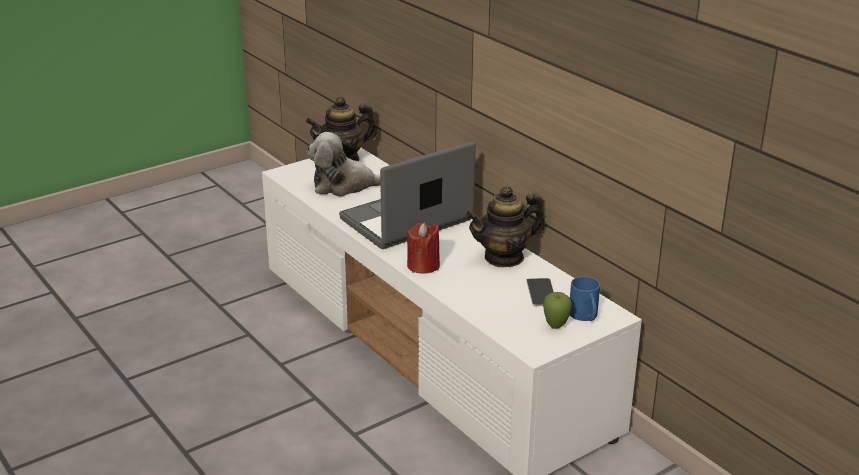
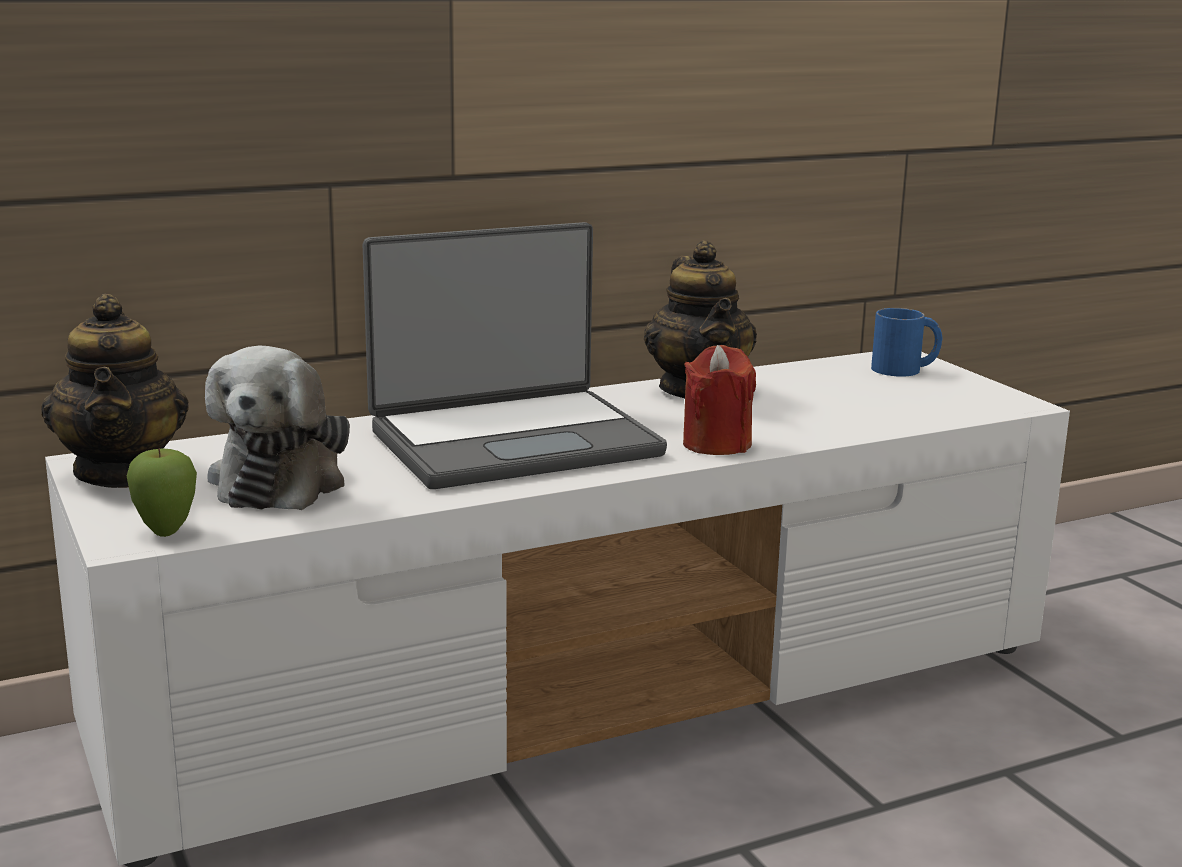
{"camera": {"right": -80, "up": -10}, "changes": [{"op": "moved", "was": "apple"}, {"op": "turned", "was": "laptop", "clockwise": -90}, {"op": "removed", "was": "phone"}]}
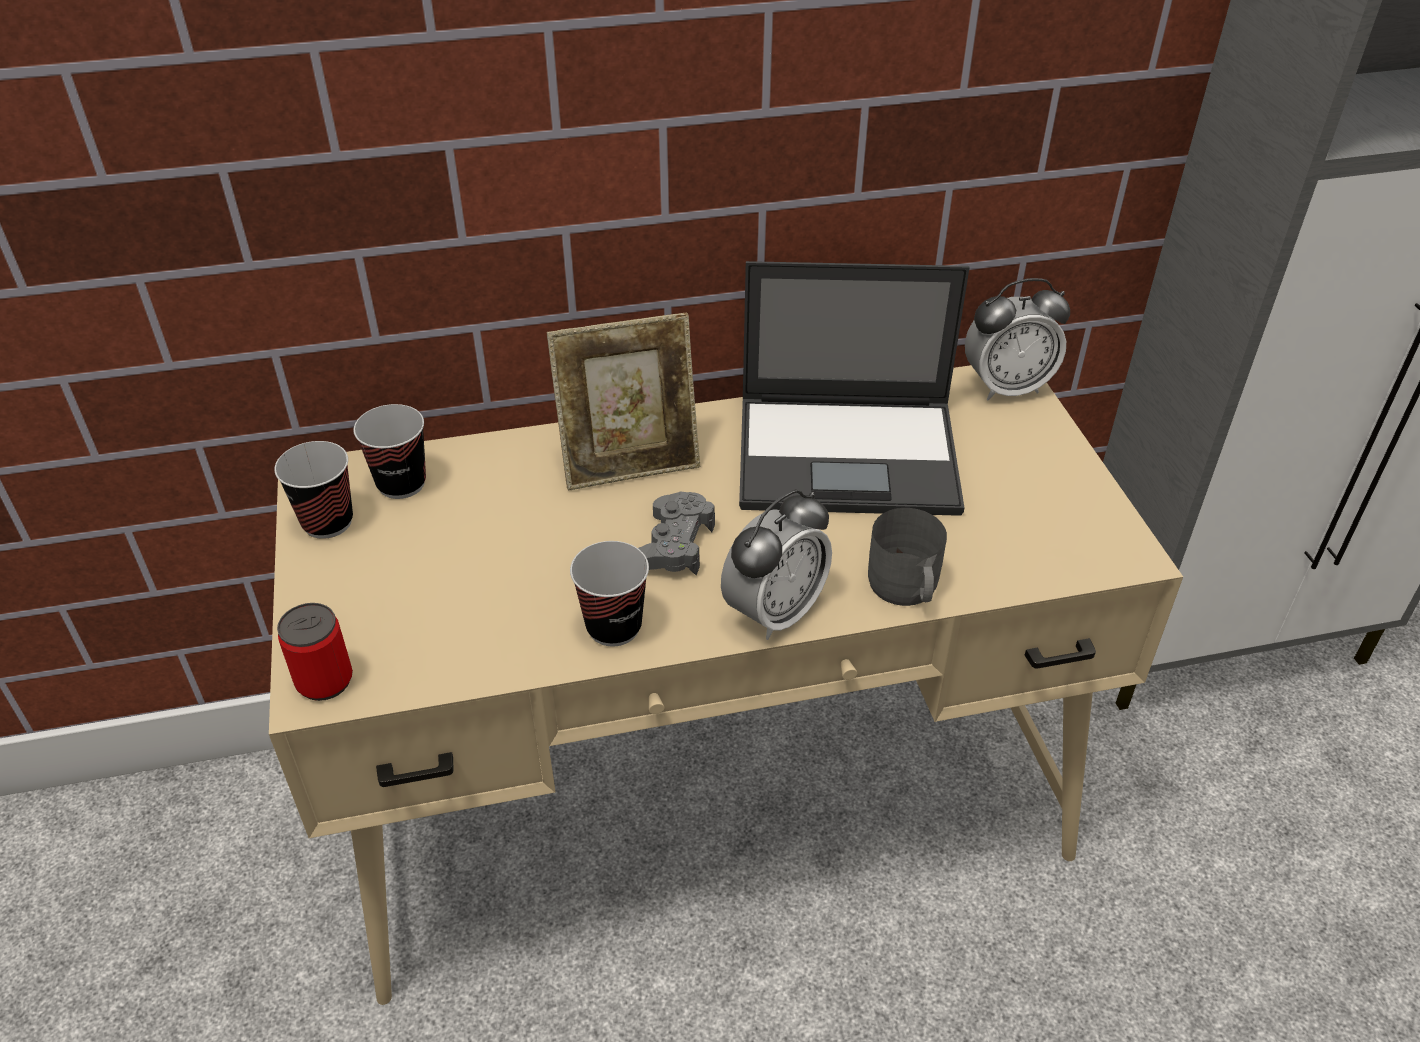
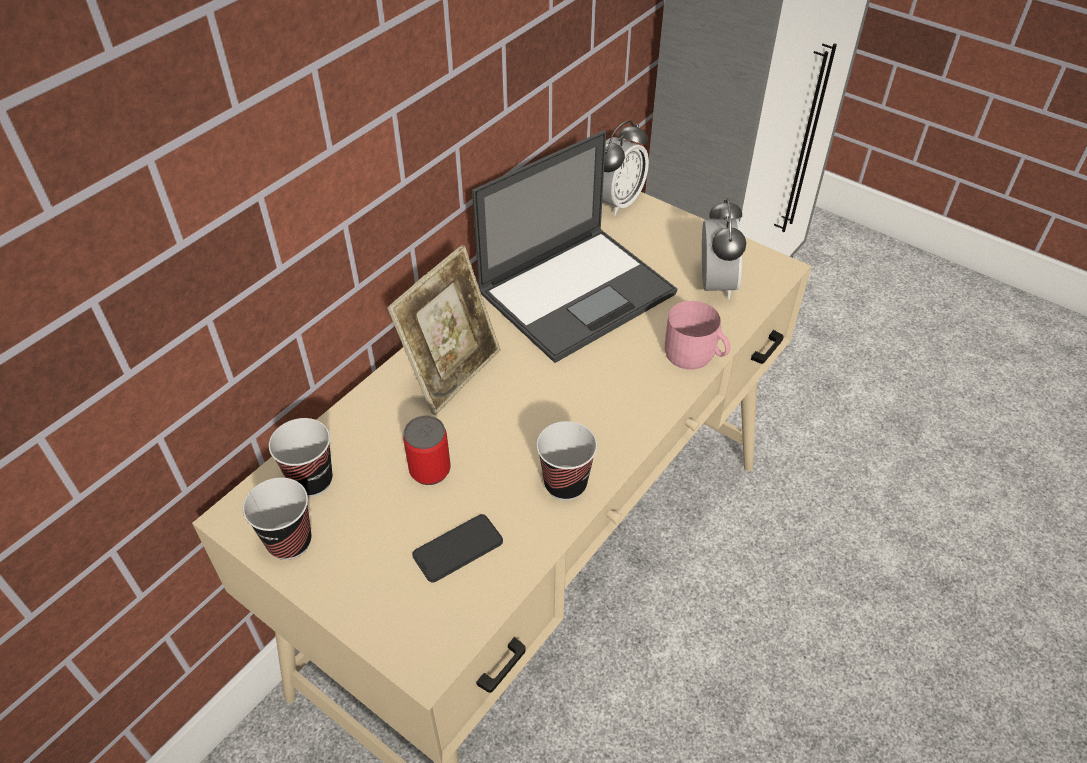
{"camera": {"right": -40, "up": 5}, "changes": [{"op": "moved", "was": "can"}, {"op": "added", "now": "phone"}, {"op": "recoloured", "was": "grey_mug", "now": "pink_mug"}, {"op": "moved", "was": "alarm_clock (1st from left in the first image)", "now": "alarm_clock (2nd from left)"}, {"op": "removed", "was": "grey_game_controller"}]}
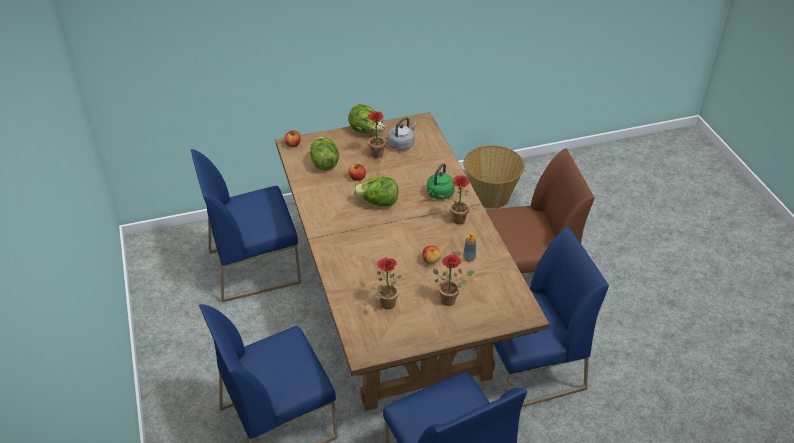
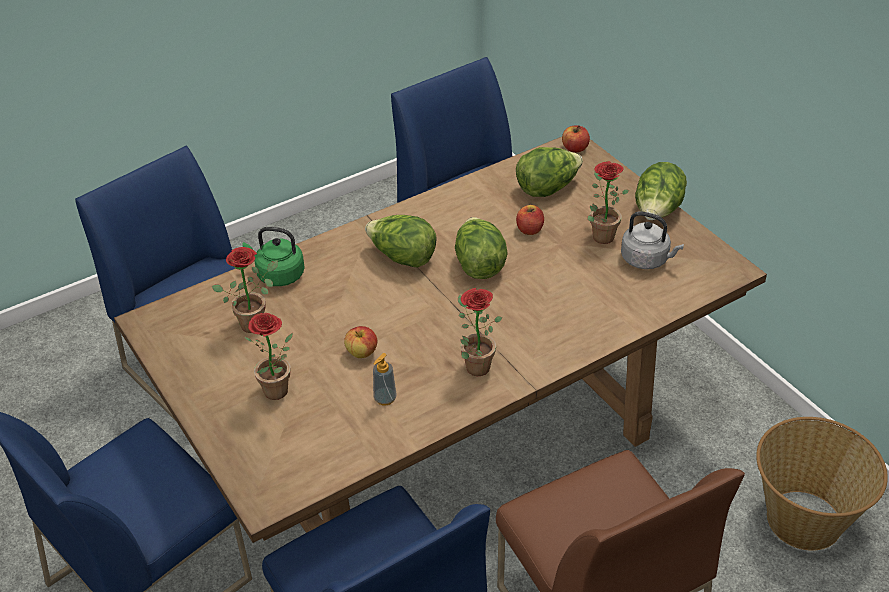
{"camera": {"right": 75, "up": 0}, "changes": [{"op": "moved", "was": "green_kettle"}, {"op": "added", "now": "lettuce (1st from left)"}]}
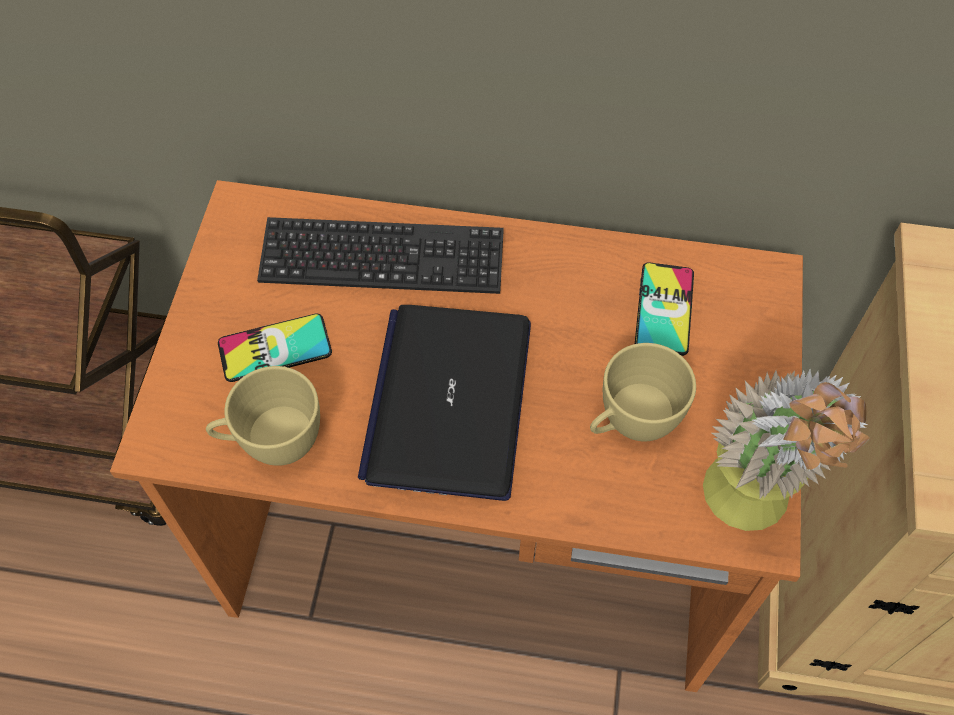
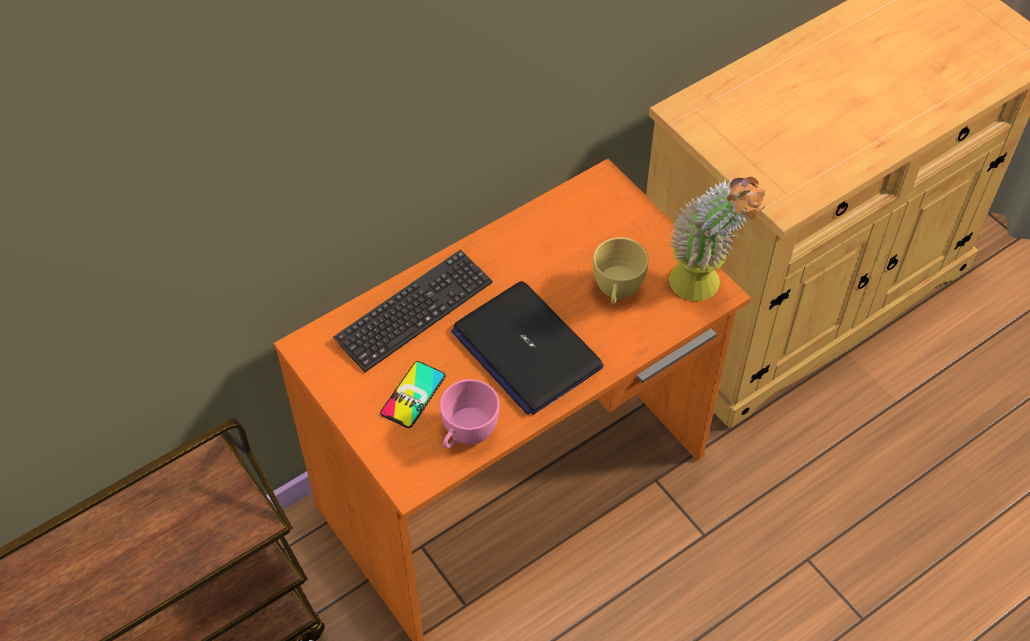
{"camera": {"right": -45, "up": -5}, "changes": [{"op": "recoloured", "was": "yellow_cup (1st from left)", "now": "pink_cup"}, {"op": "removed", "was": "phone (2nd from left)"}]}
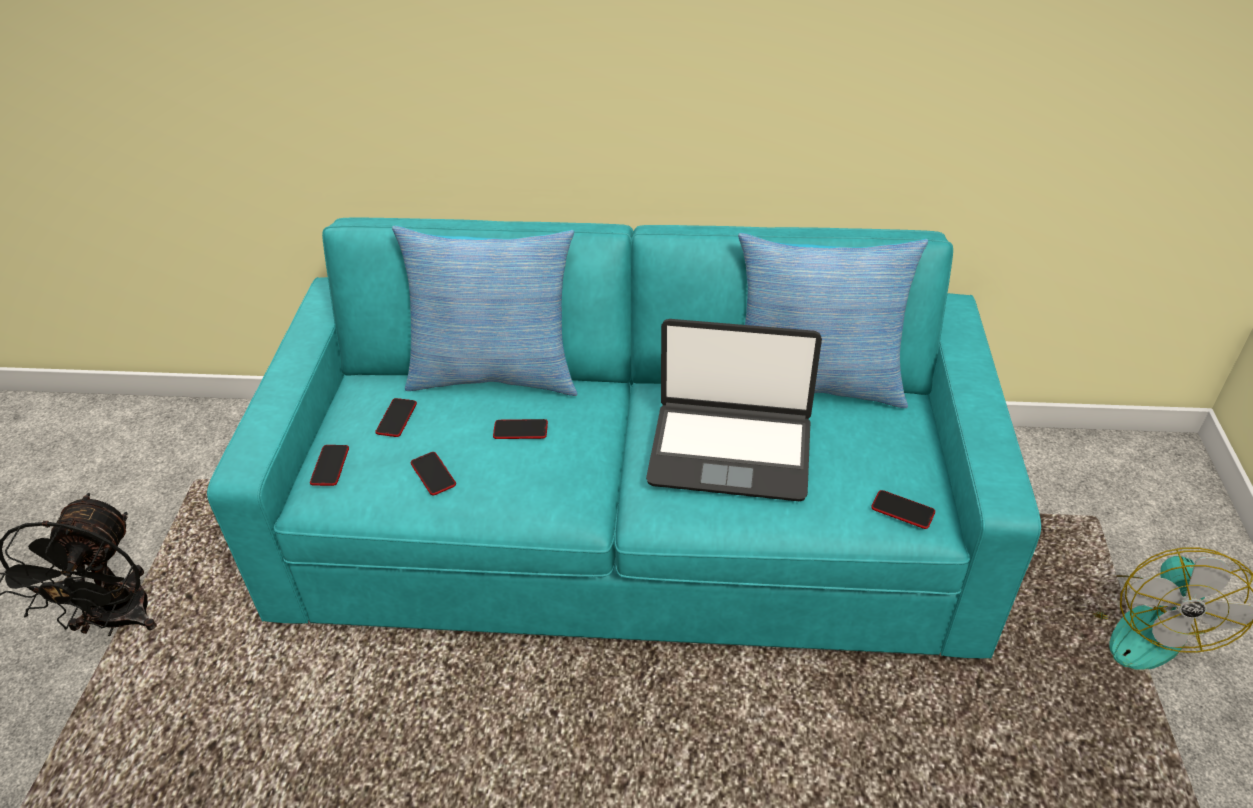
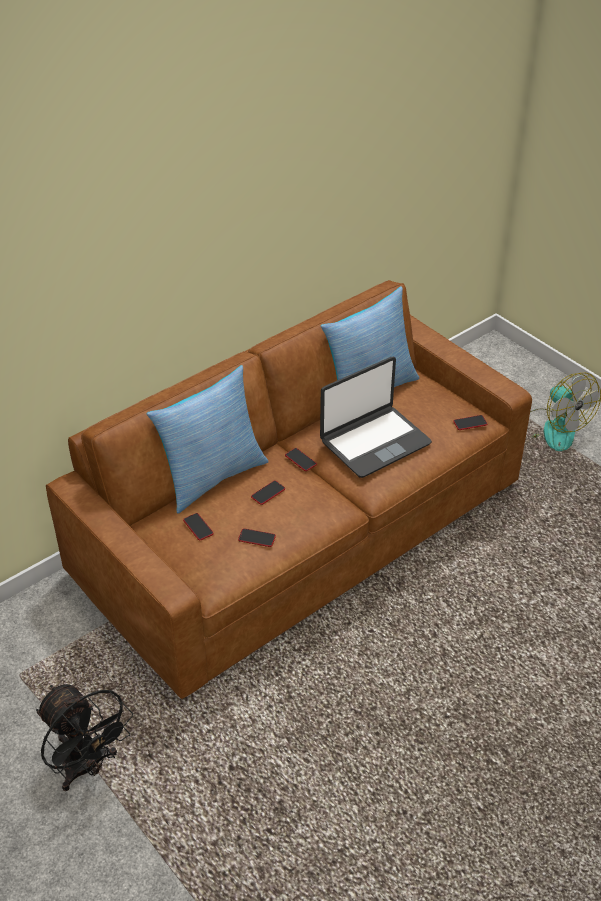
{"camera": {"right": -45, "up": 0}, "changes": [{"op": "recoloured", "was": "turquoise_sofa", "now": "brown_sofa"}, {"op": "moved", "was": "phone (1st from left in the first image)", "now": "phone (4th from left)"}]}
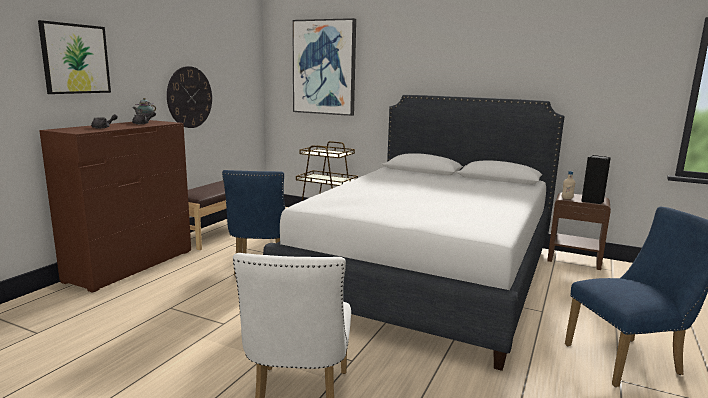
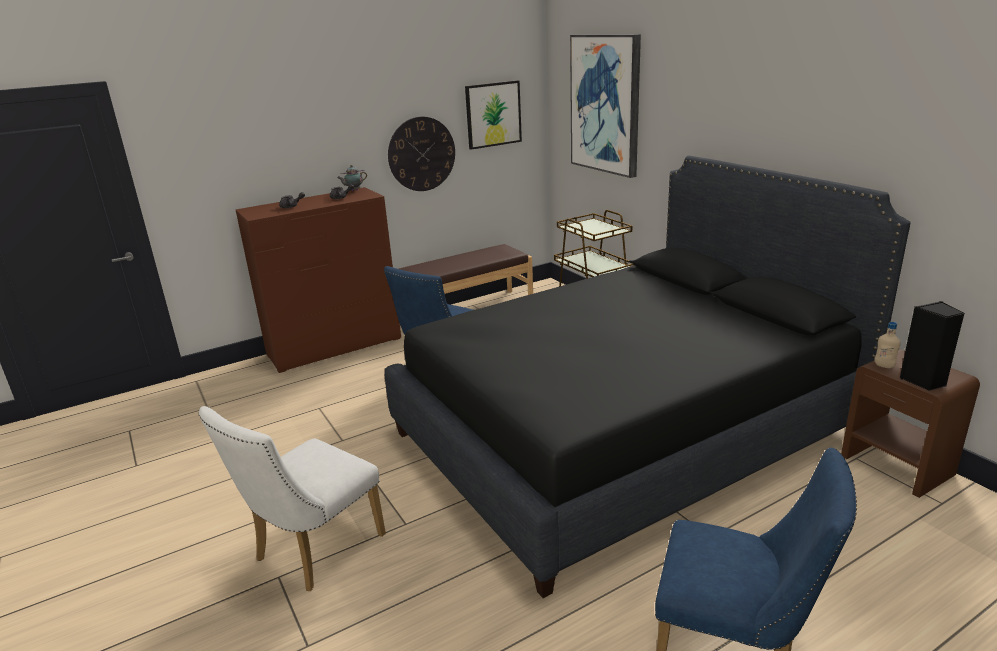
{"camera": {"right": 35, "up": 10}, "changes": [{"op": "recoloured", "was": "white_bed", "now": "black_bed"}, {"op": "moved", "was": "picture (1st from left)"}]}
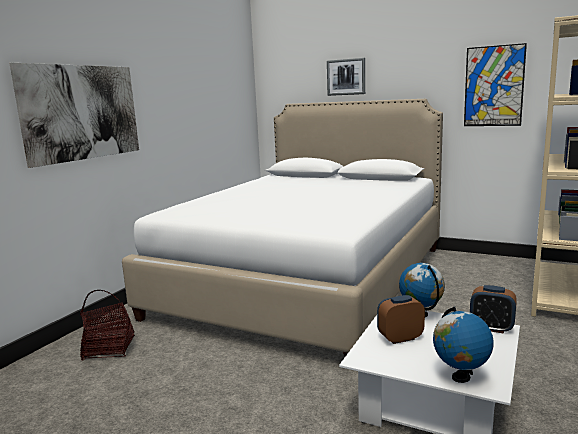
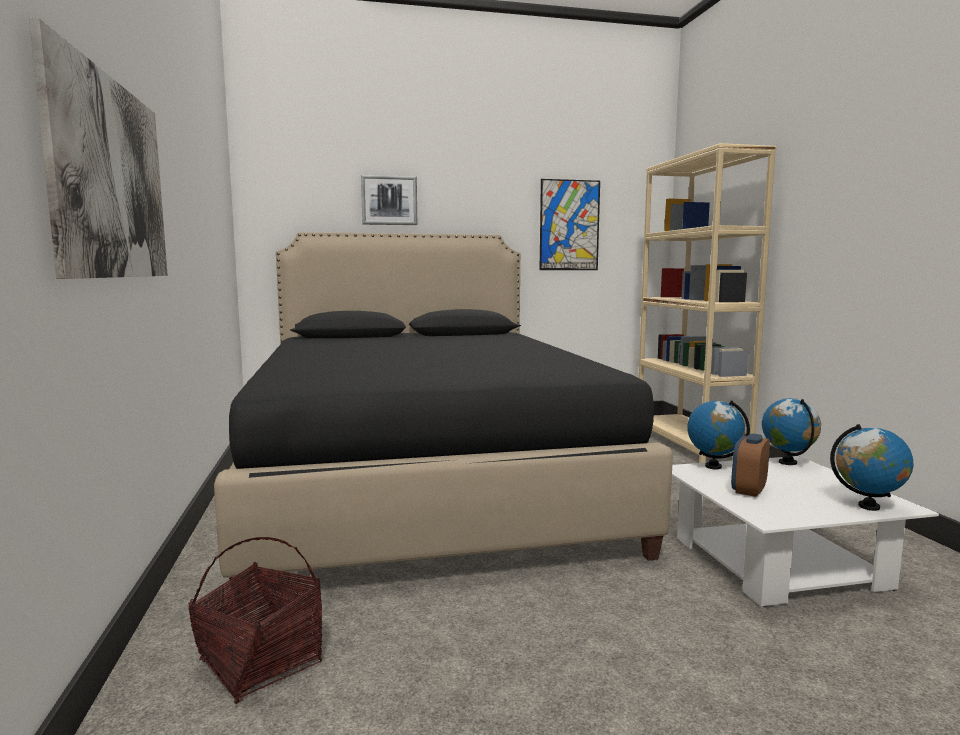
{"camera": {"right": -40, "up": -5}, "changes": [{"op": "recoloured", "was": "white_bed", "now": "black_bed"}, {"op": "replaced", "was": "alarm_clock (2nd from left)", "now": "globe (2nd from left)"}]}
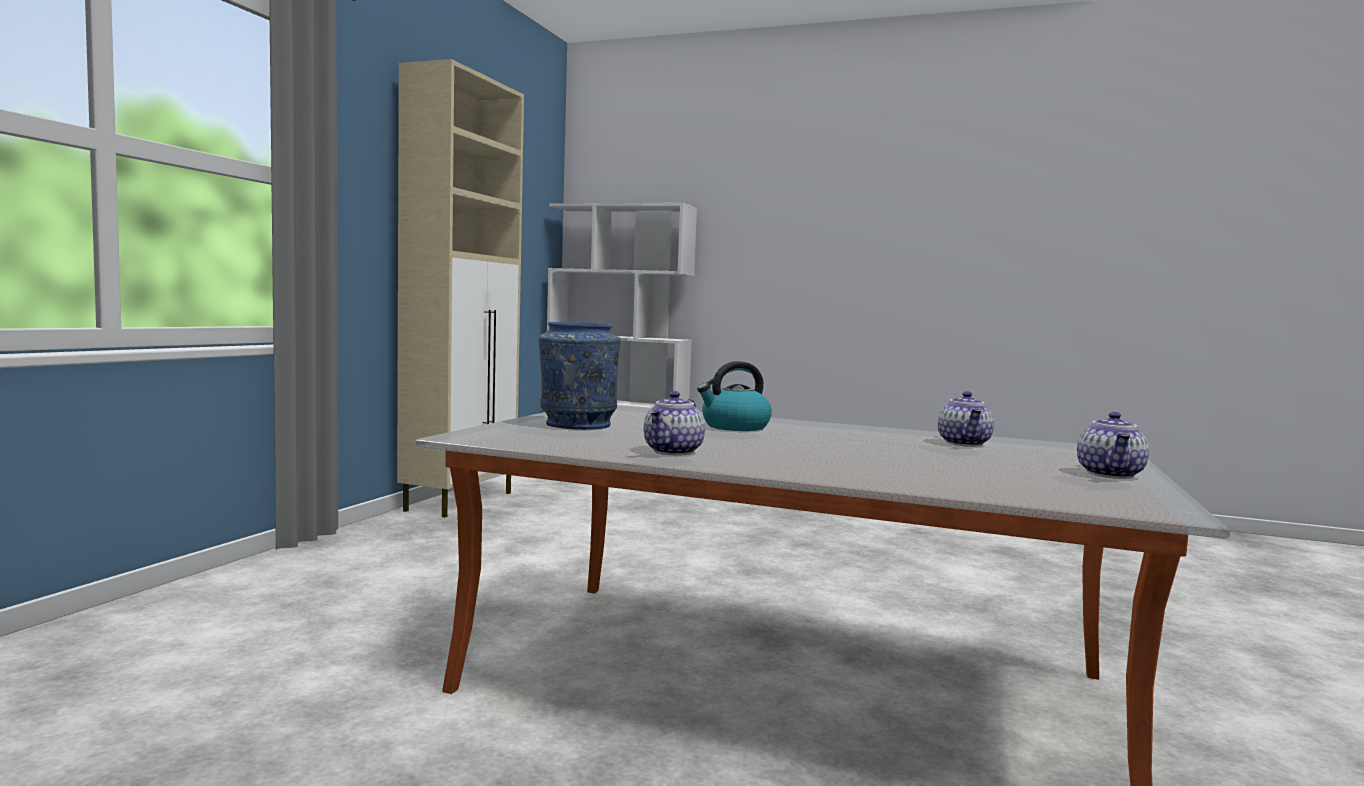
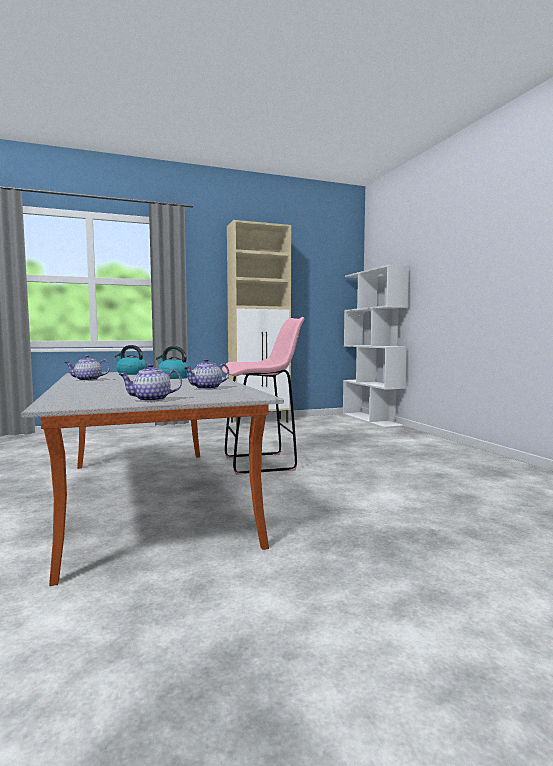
{"camera": {"right": 50, "up": 0}, "changes": [{"op": "replaced", "was": "blue_vase", "now": "kettle (1st from left)"}, {"op": "added", "now": "pink_stool"}]}
